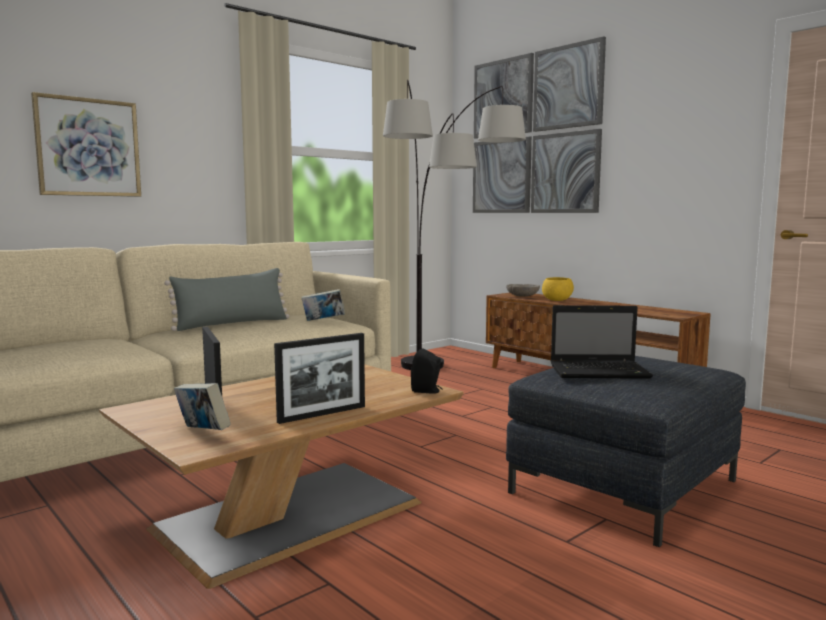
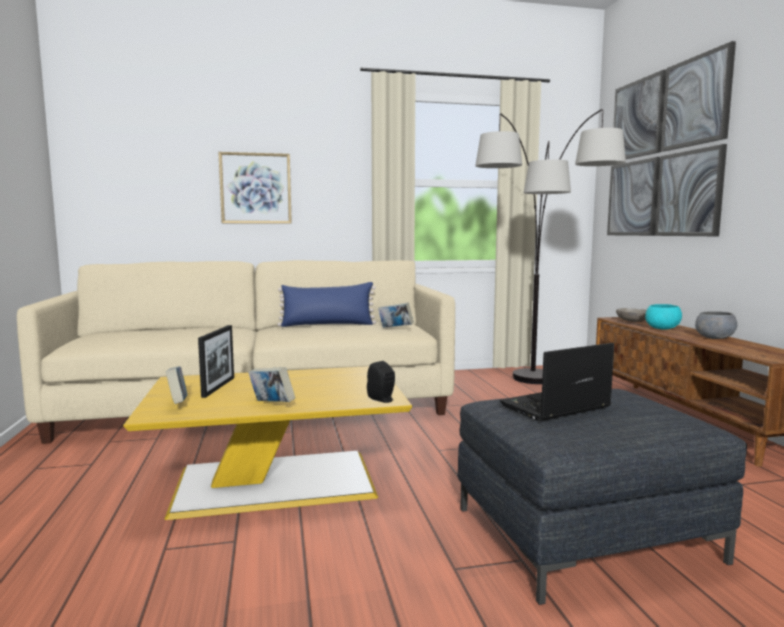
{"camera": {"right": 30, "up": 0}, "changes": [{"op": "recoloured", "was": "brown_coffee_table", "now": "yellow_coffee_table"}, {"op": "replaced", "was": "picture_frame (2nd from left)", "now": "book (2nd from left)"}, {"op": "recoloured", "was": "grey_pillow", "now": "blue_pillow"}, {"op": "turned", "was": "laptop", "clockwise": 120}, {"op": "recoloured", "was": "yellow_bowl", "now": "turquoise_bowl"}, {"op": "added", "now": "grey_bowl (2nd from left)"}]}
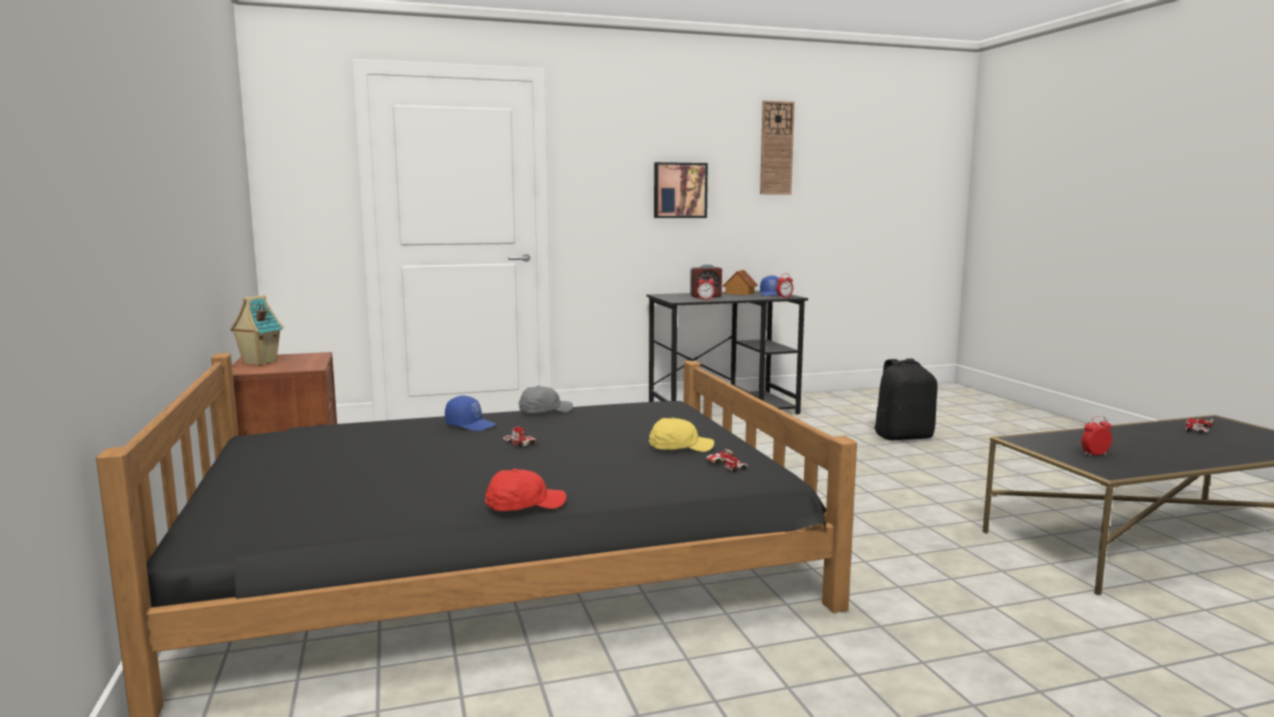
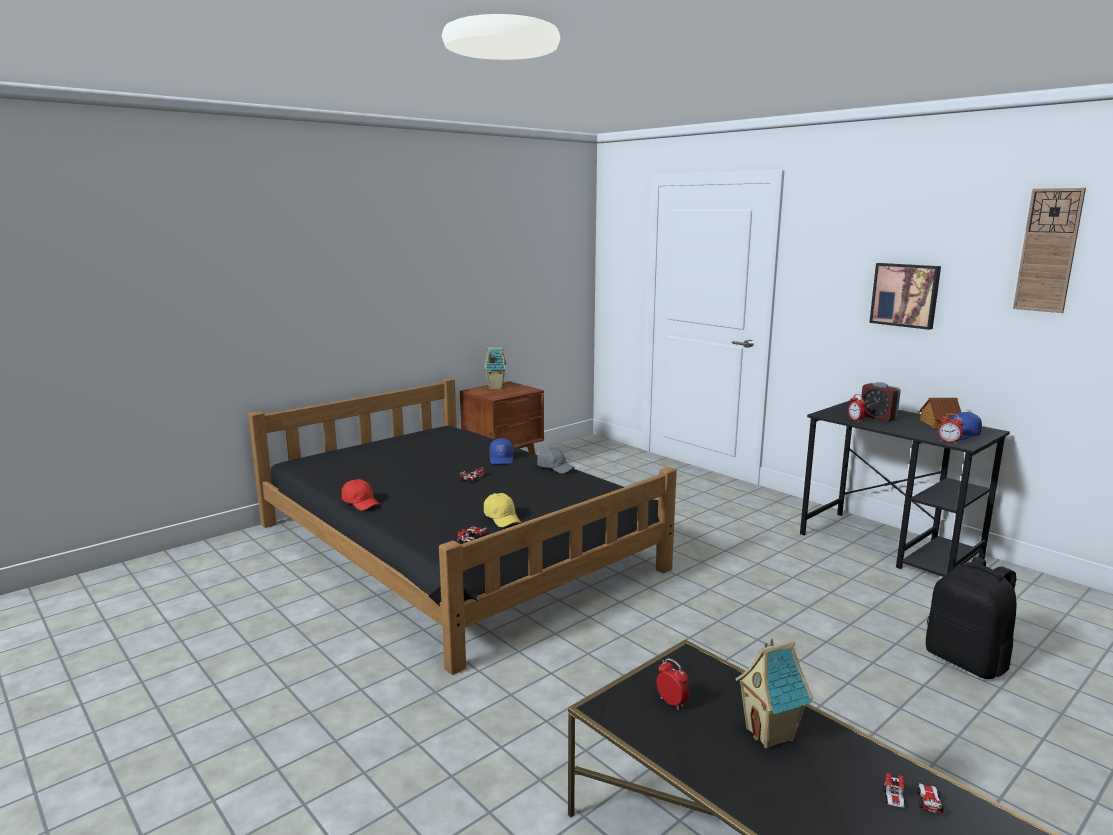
{"camera": {"right": 65, "up": 5}, "changes": [{"op": "added", "now": "toy_house (2nd from left)"}]}
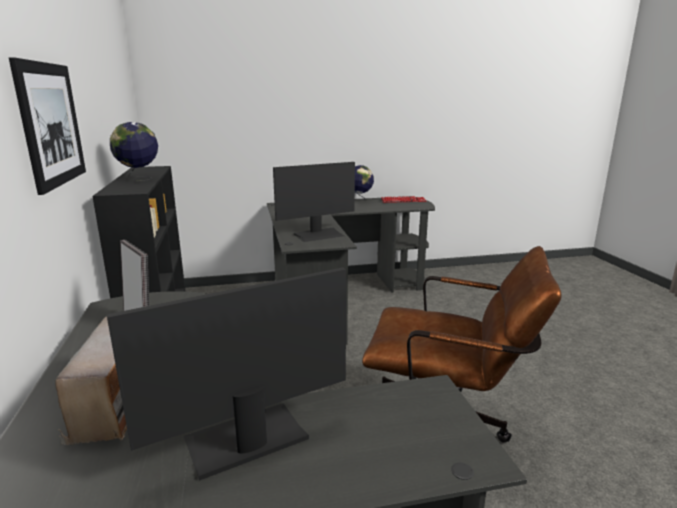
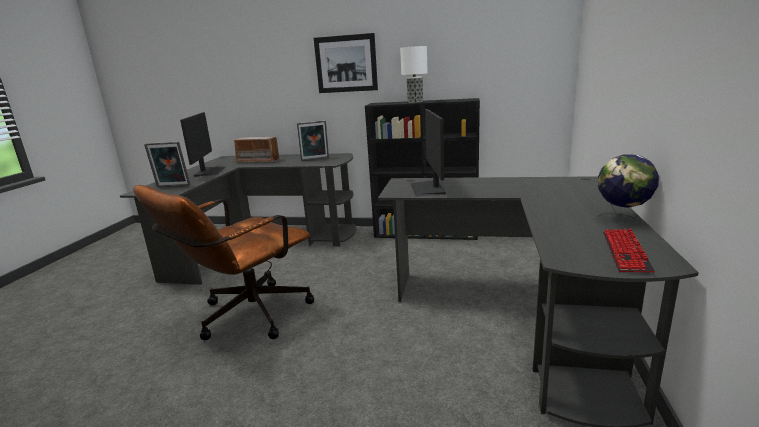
{"camera": {"right": 115, "up": 0}, "changes": [{"op": "added", "now": "picture_frame (1st from left)"}, {"op": "replaced", "was": "globe (1st from left)", "now": "table_lamp"}]}
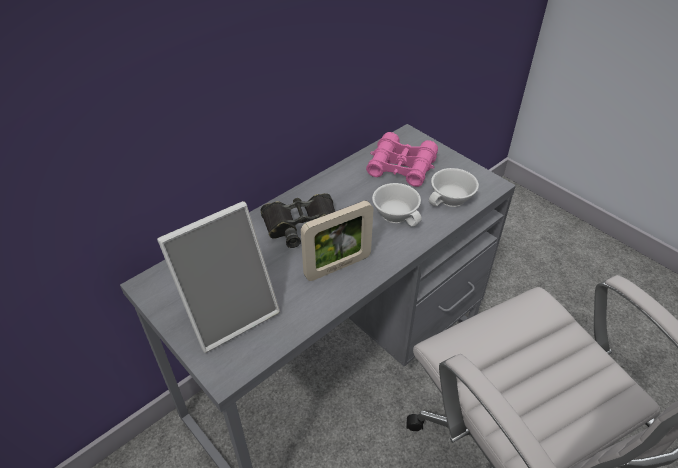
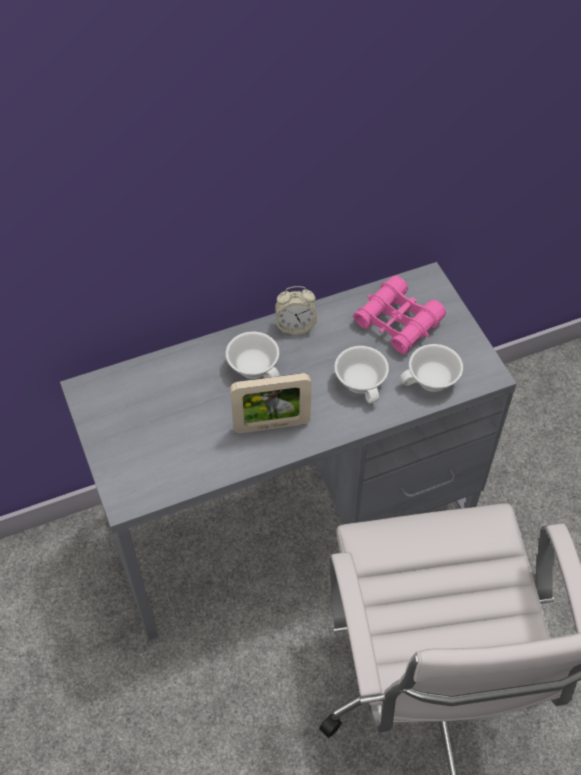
{"camera": {"right": 20, "up": 10}, "changes": [{"op": "replaced", "was": "black_binoculars", "now": "white_cup (1st from left)"}, {"op": "added", "now": "alarm_clock"}, {"op": "removed", "was": "picture_frame (1st from left)"}]}
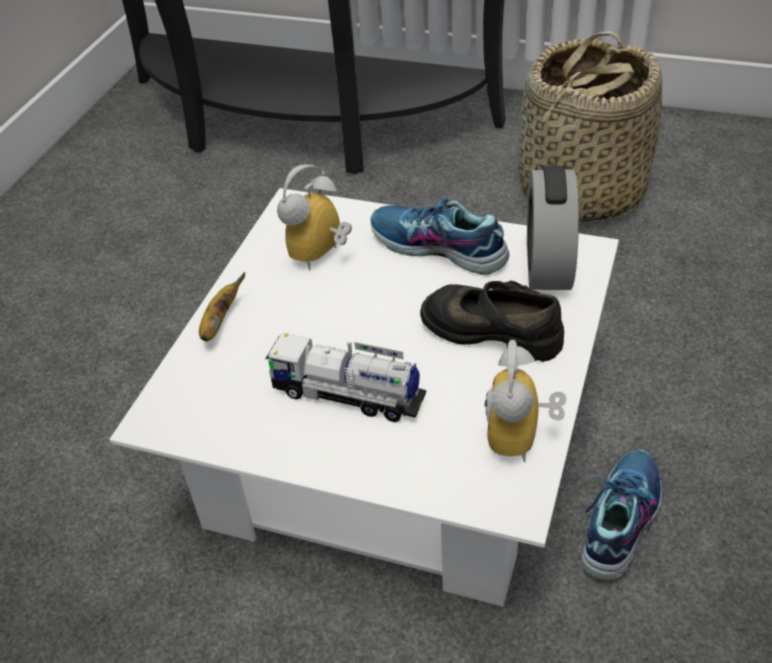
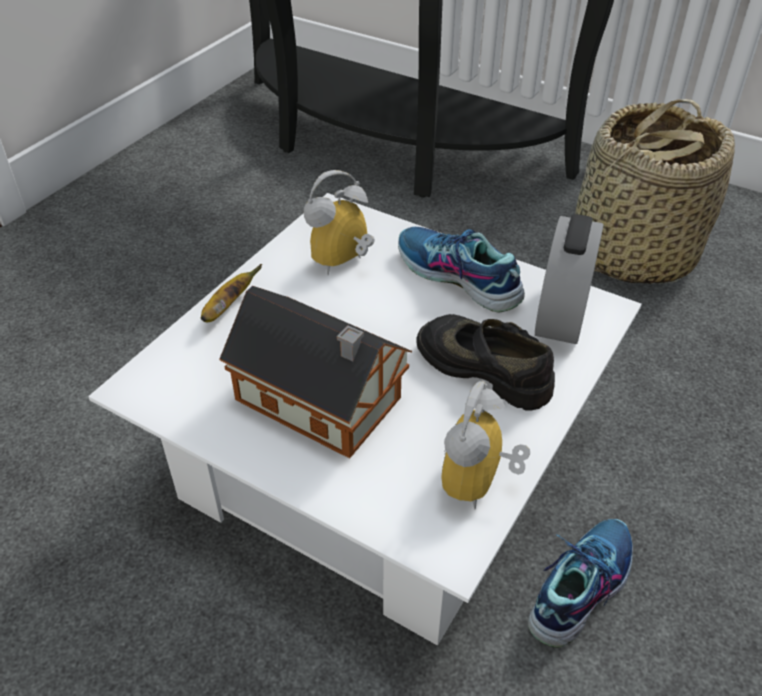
{"camera": {"right": 10, "up": 0}, "changes": [{"op": "replaced", "was": "toy_truck", "now": "toy_house"}]}
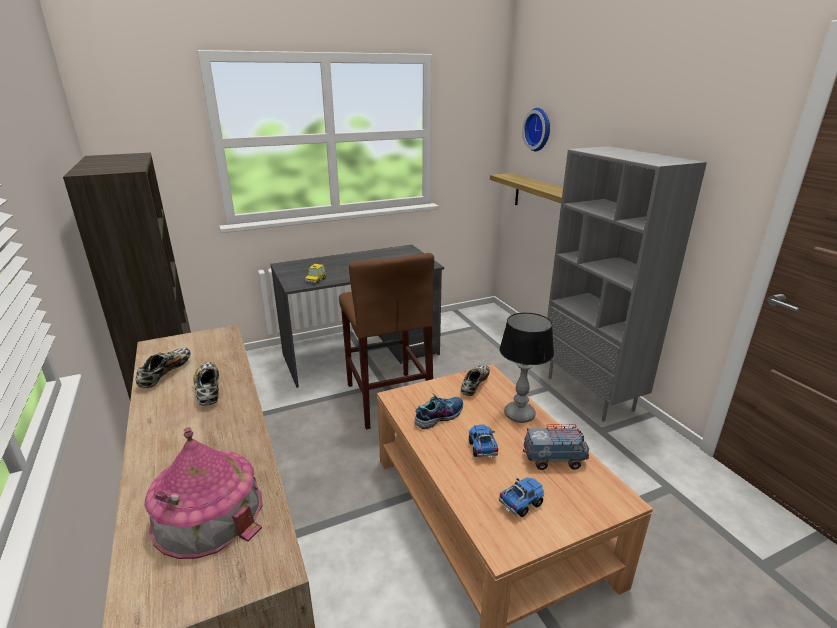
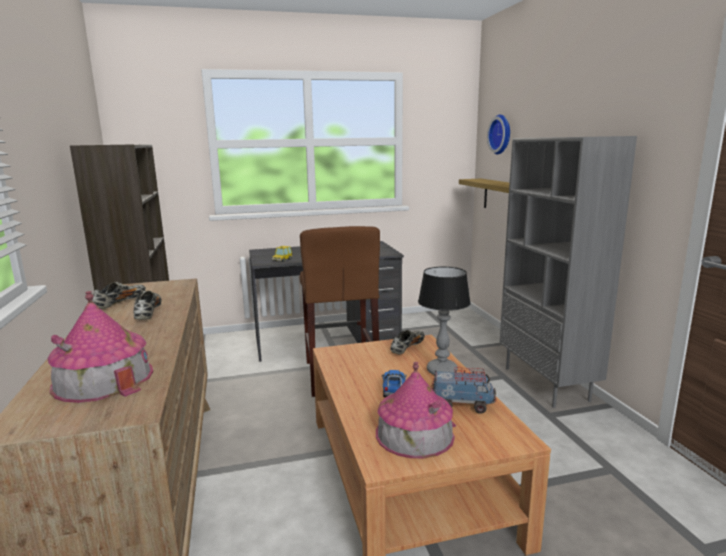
{"camera": {"right": 10, "up": -10}, "changes": [{"op": "replaced", "was": "toy_truck (2nd from left)", "now": "toy_house (2nd from left)"}, {"op": "removed", "was": "shoe (3rd from left)"}]}
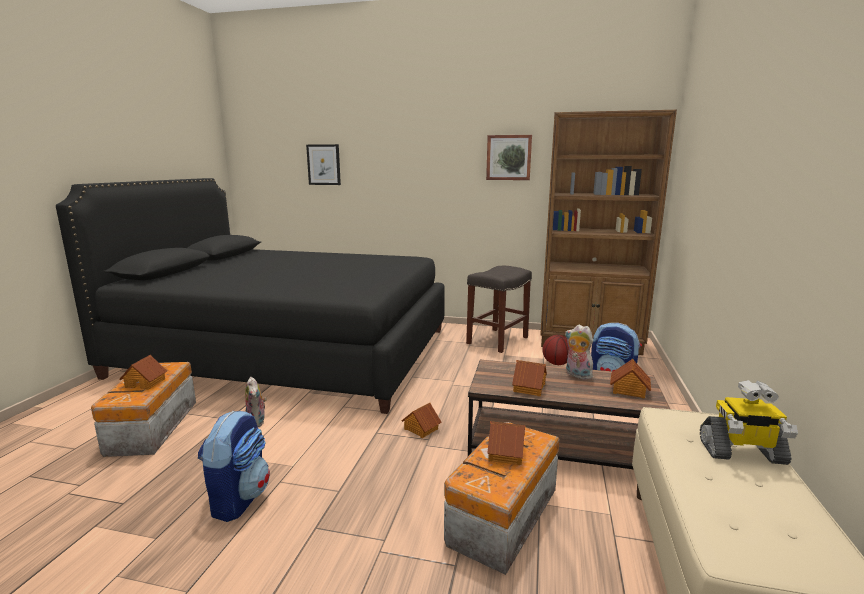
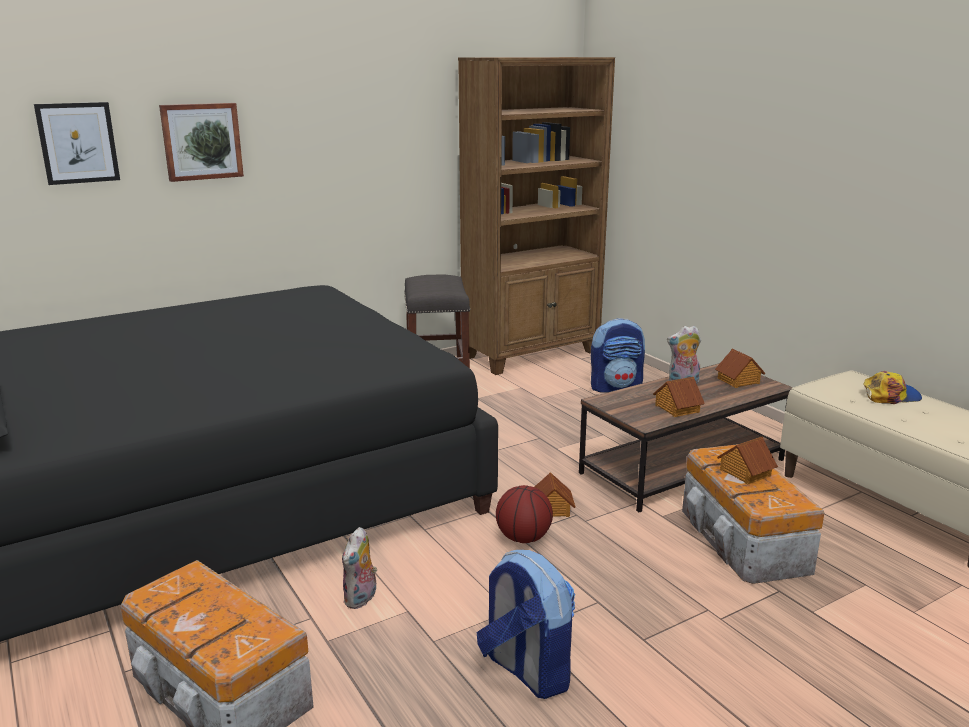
{"camera": {"right": -45, "up": 5}, "changes": [{"op": "moved", "was": "picture (2nd from left)"}, {"op": "turned", "was": "plush_toy (1st from left)", "clockwise": 90}, {"op": "moved", "was": "basketball"}, {"op": "replaced", "was": "toy_robot", "now": "cap"}, {"op": "removed", "was": "toy_house (1st from left)"}]}
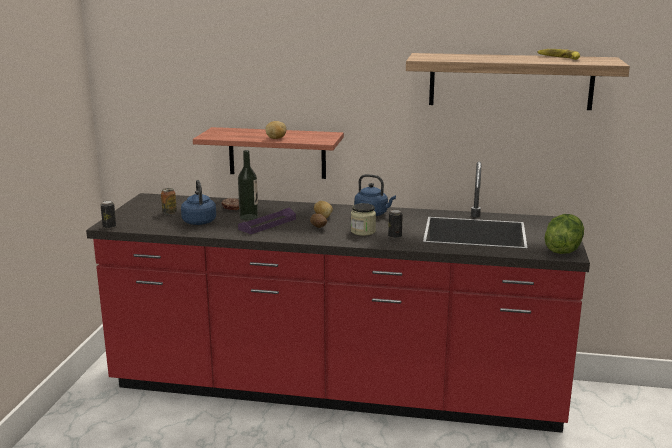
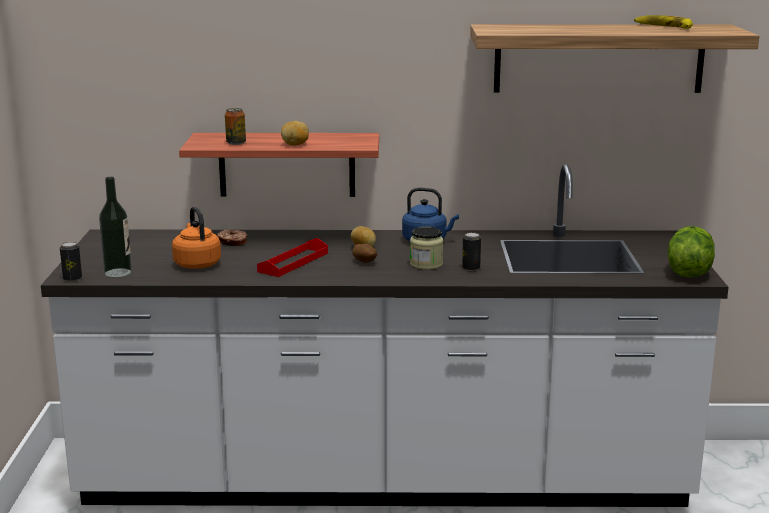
{"camera": {"right": -10, "up": 0}, "changes": [{"op": "recoloured", "was": "red_counter", "now": "white_counter"}, {"op": "moved", "was": "bottle"}, {"op": "recoloured", "was": "blue_kettle (1st from left)", "now": "orange_kettle"}, {"op": "moved", "was": "can (2nd from left)"}, {"op": "recoloured", "was": "purple_tray", "now": "red_tray"}]}
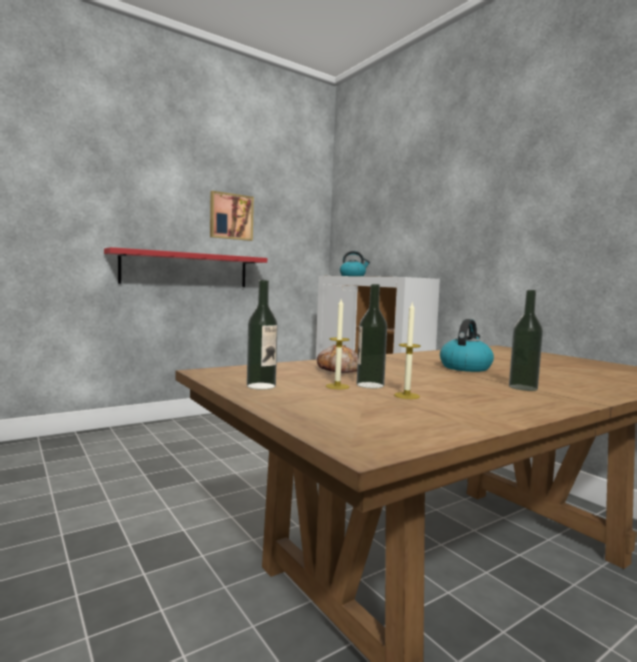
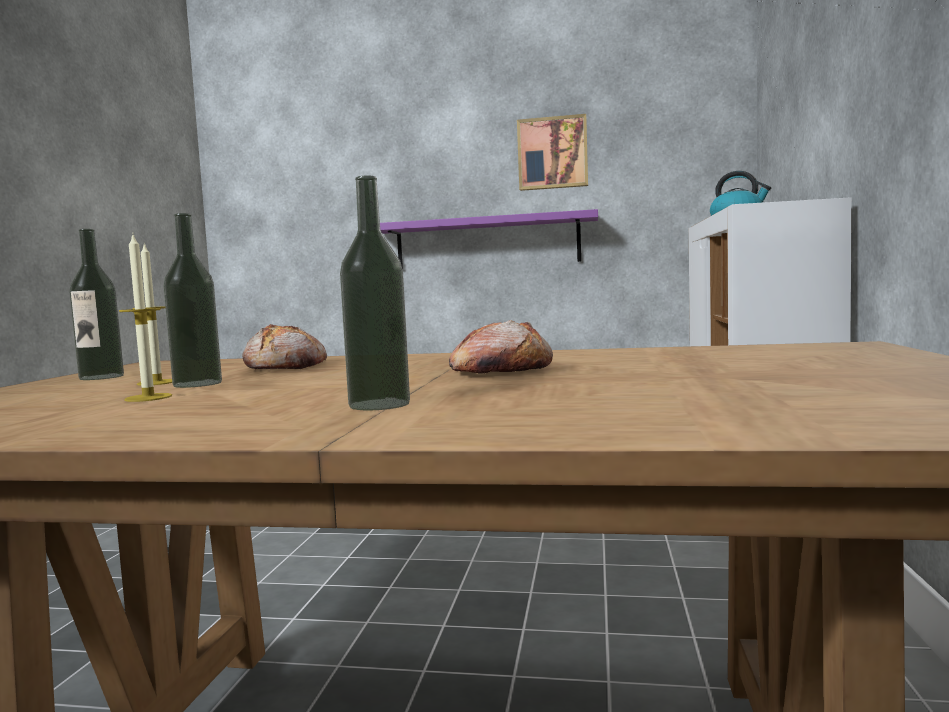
{"camera": {"right": 45, "up": 0}, "changes": [{"op": "recoloured", "was": "red_shelf", "now": "purple_shelf"}, {"op": "replaced", "was": "kettle (2nd from left)", "now": "bread (2nd from left)"}]}
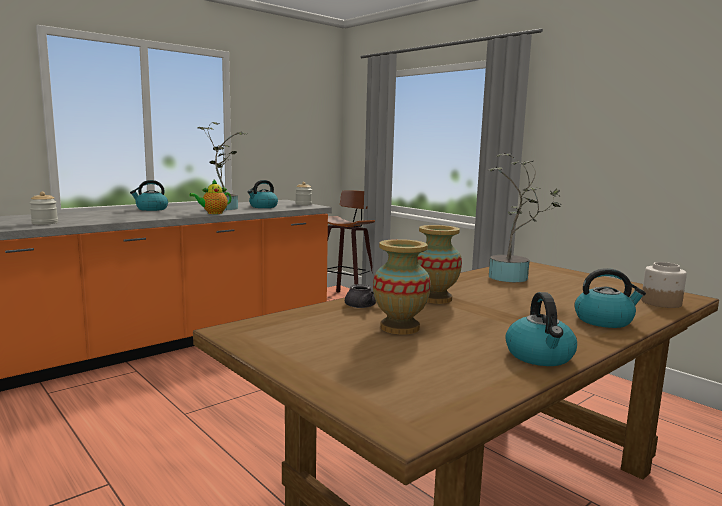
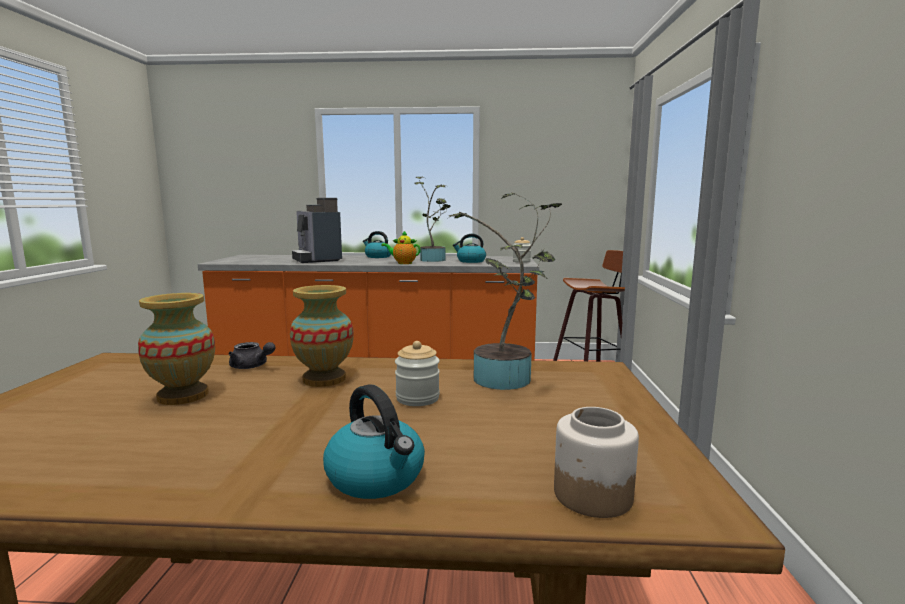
{"camera": {"right": 45, "up": 0}, "changes": [{"op": "added", "now": "coffee_machine"}, {"op": "moved", "was": "jar (1st from left)"}, {"op": "removed", "was": "kettle (3rd from left)"}]}
